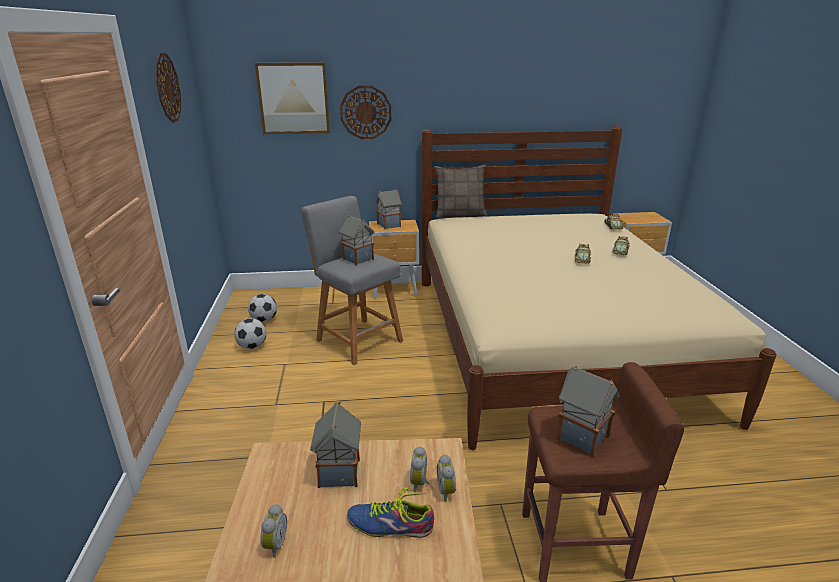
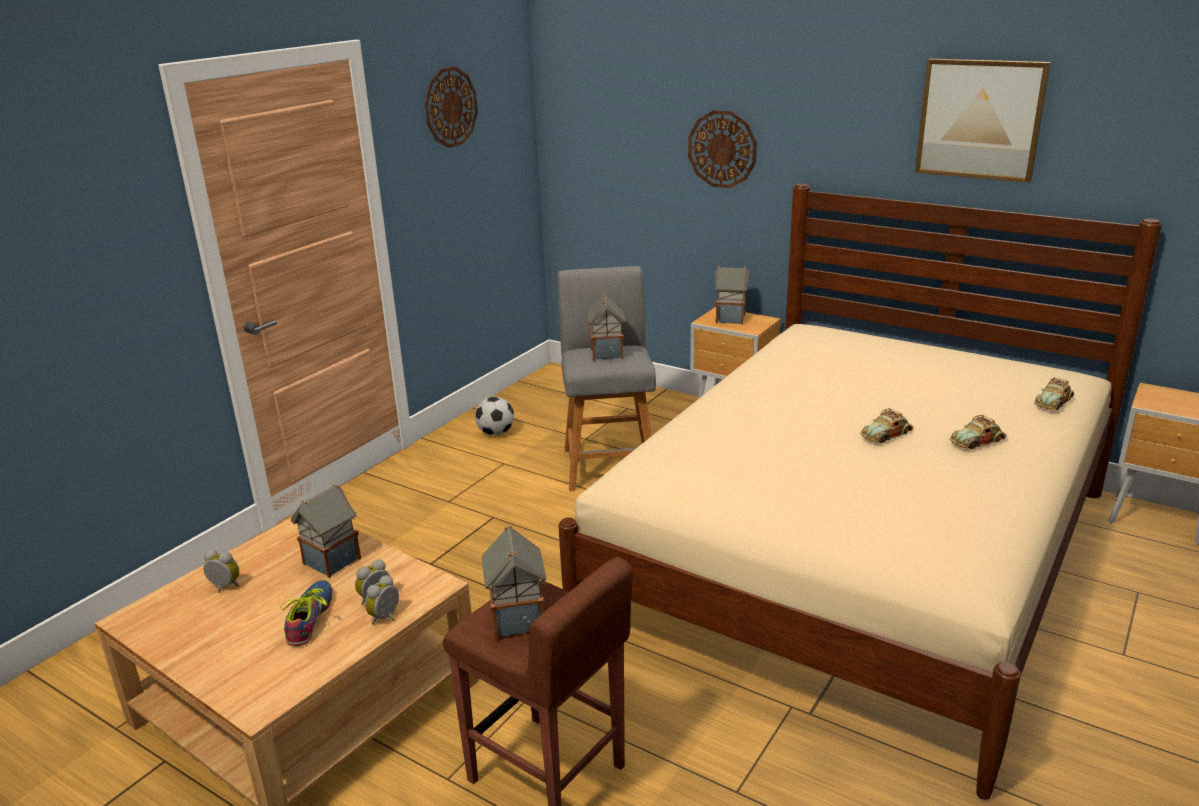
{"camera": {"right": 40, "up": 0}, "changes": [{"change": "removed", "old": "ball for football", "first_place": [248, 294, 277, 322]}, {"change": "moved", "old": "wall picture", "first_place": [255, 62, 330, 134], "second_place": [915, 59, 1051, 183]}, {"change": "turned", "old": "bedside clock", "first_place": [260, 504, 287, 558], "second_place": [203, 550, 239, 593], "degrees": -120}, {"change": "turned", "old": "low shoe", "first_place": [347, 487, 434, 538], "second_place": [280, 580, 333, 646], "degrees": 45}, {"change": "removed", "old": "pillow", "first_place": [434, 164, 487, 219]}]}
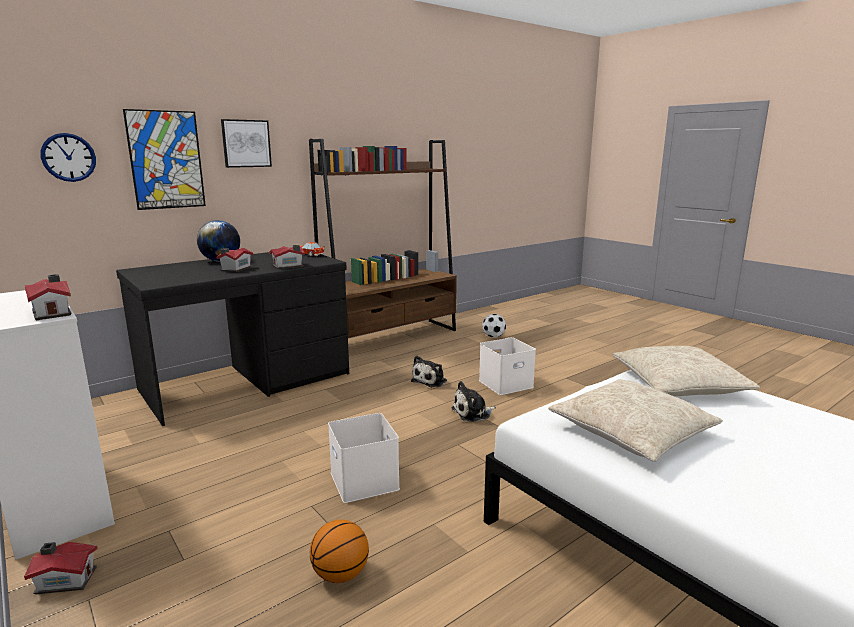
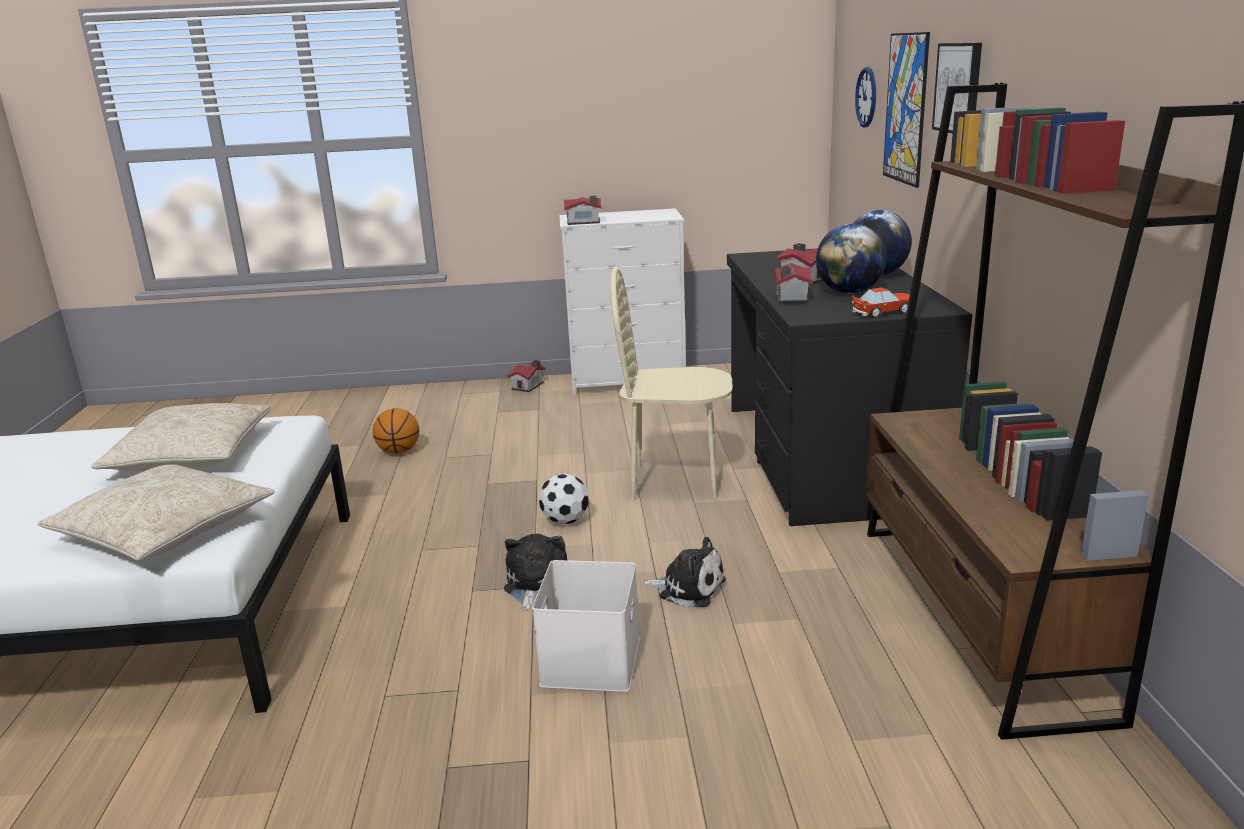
{"camera": {"right": 125, "up": 5}, "changes": [{"change": "removed", "old": "white storage bin", "first_place": [328, 413, 400, 503]}, {"change": "turned", "old": "cuddly toy", "first_place": [411, 356, 447, 387], "second_place": [642, 537, 726, 607], "degrees": 135}, {"change": "moved", "old": "ball for football", "first_place": [482, 314, 506, 338], "second_place": [539, 473, 589, 524]}, {"change": "added", "new": "sand-coloured chair", "second_place": [610, 267, 733, 500]}, {"change": "added", "new": "globe", "second_place": [816, 224, 887, 294]}]}
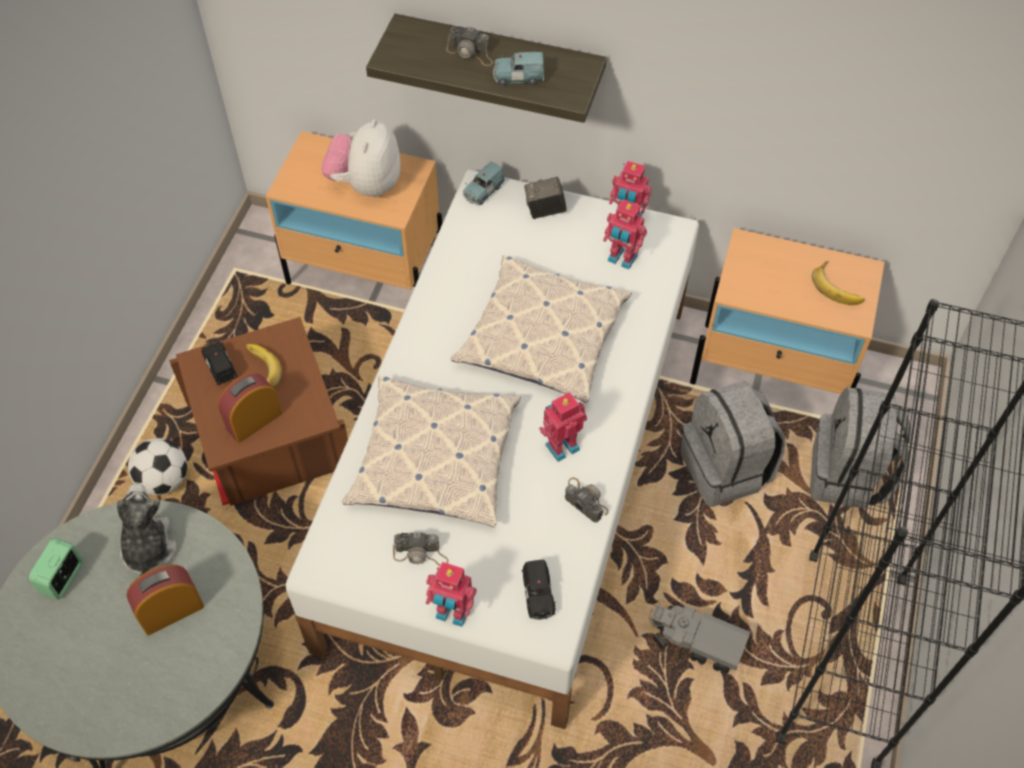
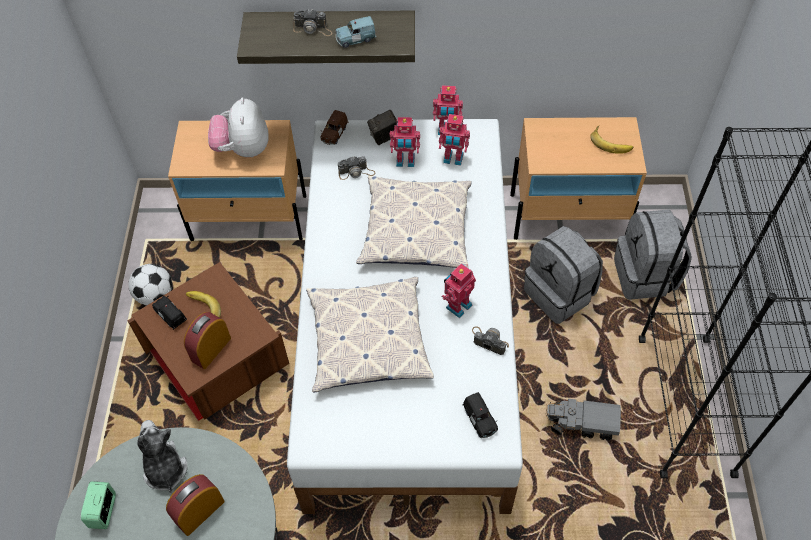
{"camera": {"right": -15, "up": 0}, "changes": [{"change": "moved", "old": "ball for football", "first_place": [128, 438, 187, 495], "second_place": [128, 264, 172, 305]}, {"change": "moved", "old": "still camera", "first_place": [393, 532, 449, 566], "second_place": [338, 156, 375, 180]}, {"change": "moved", "old": "robot figure", "first_place": [426, 562, 477, 627], "second_place": [390, 117, 420, 167]}, {"change": "recoloured", "old": "bluish miniature car", "new": "brownish miniature car", "first_place": [463, 161, 505, 205], "second_place": [320, 110, 348, 145]}]}
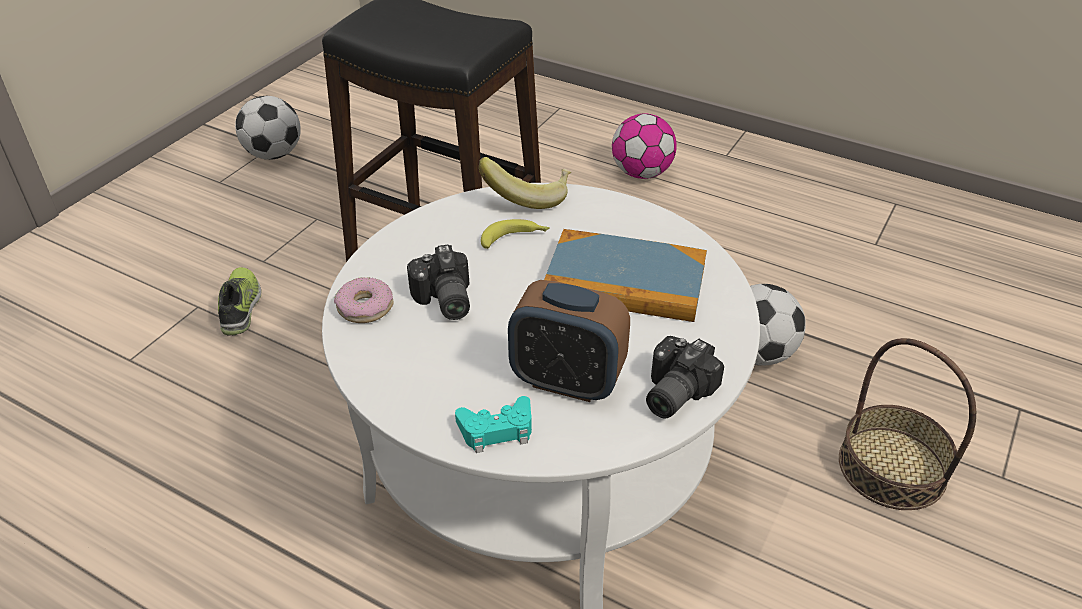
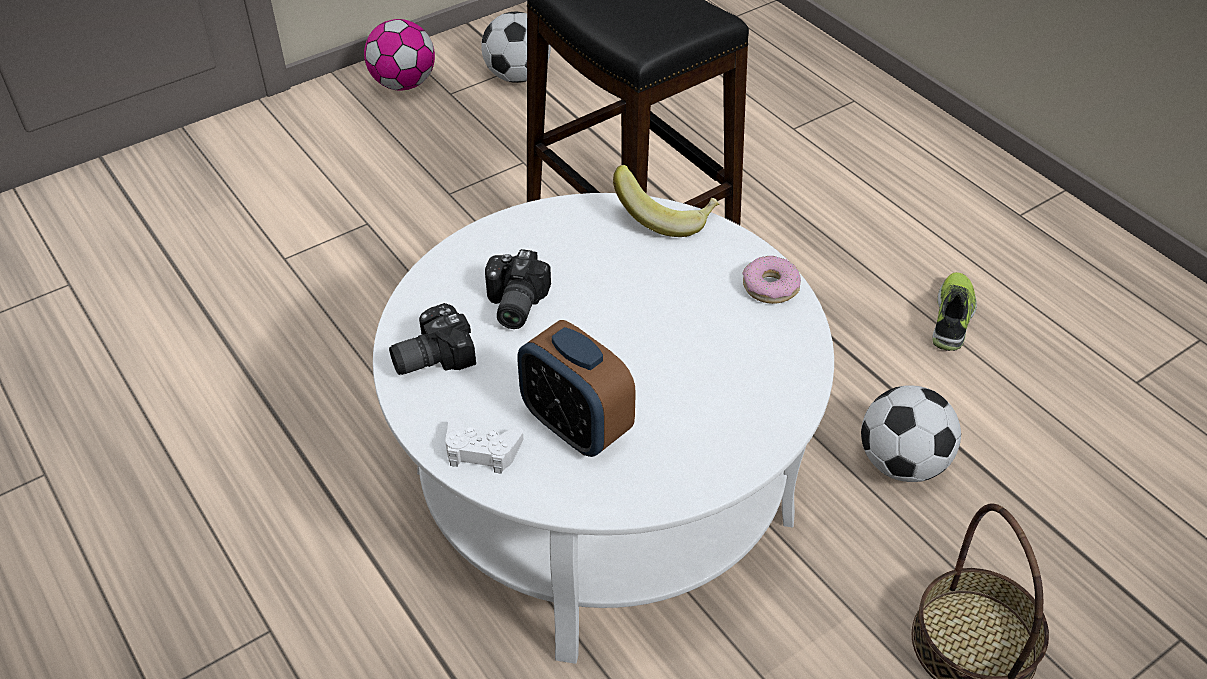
{"camera": {"right": 25, "up": 5}, "changes": [{"change": "moved", "old": "low shoe", "first_place": [218, 267, 262, 336], "second_place": [932, 272, 977, 351]}, {"change": "moved", "old": "doughnut", "first_place": [334, 277, 394, 323], "second_place": [742, 256, 801, 304]}, {"change": "recoloured", "old": "turquoise-coloured game controller", "new": "white game controller", "first_place": [455, 396, 532, 453], "second_place": [445, 418, 523, 474]}, {"change": "removed", "old": "banana", "first_place": [481, 219, 550, 249]}, {"change": "removed", "old": "volume", "first_place": [544, 229, 707, 322]}, {"change": "moved", "old": "ball for football", "first_place": [612, 114, 677, 179], "second_place": [364, 19, 435, 91]}, {"change": "moved", "old": "still camera", "first_place": [646, 336, 724, 418], "second_place": [389, 303, 476, 375]}]}
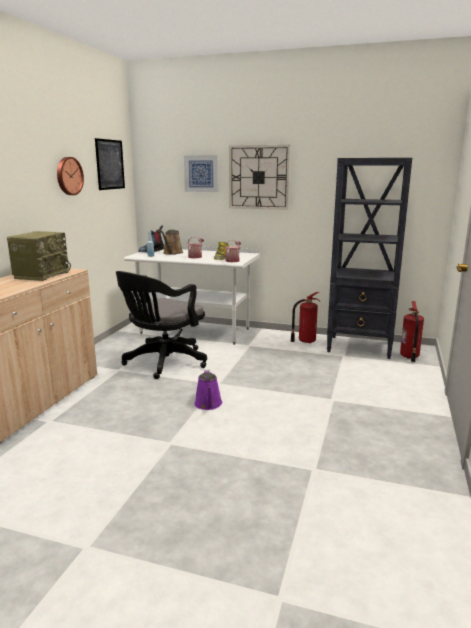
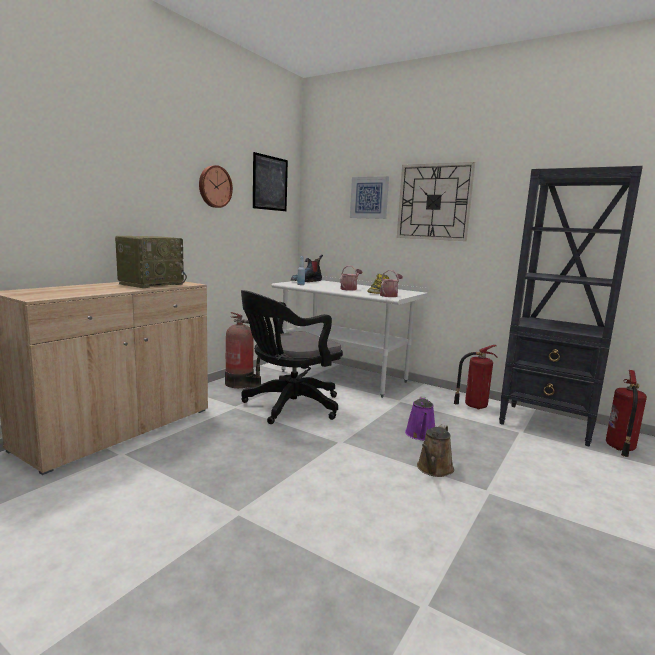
{"camera": {"right": 15, "up": -5}, "changes": [{"change": "moved", "old": "brownish sprinkling can", "first_place": [161, 230, 183, 255], "second_place": [417, 425, 454, 477]}, {"change": "moved", "old": "purple sprinkling can", "first_place": [194, 370, 222, 410], "second_place": [405, 397, 435, 440]}, {"change": "added", "new": "extinguisher", "second_place": [225, 312, 261, 388]}]}
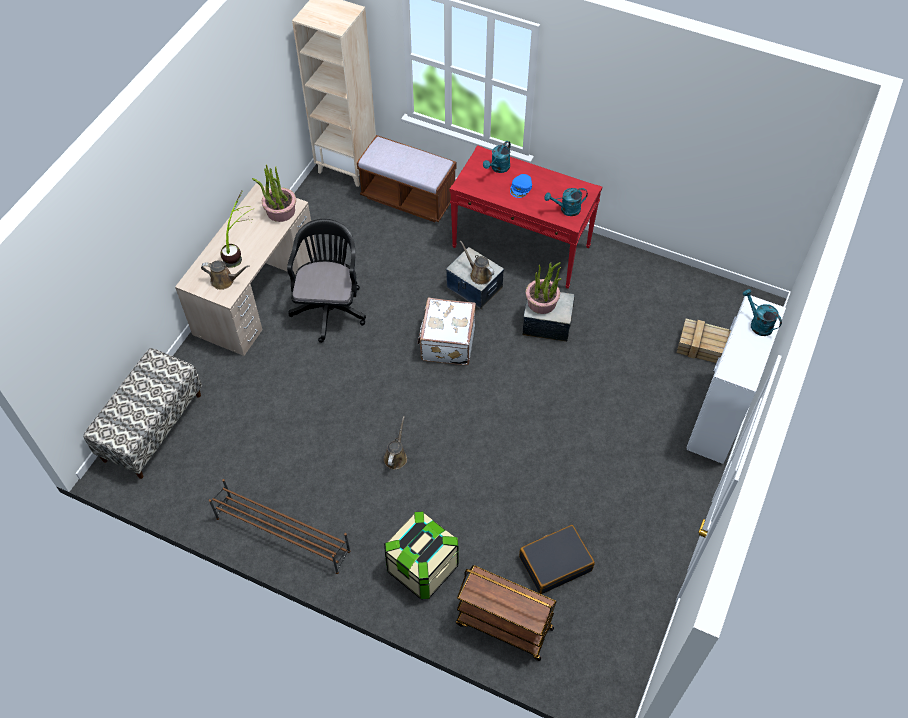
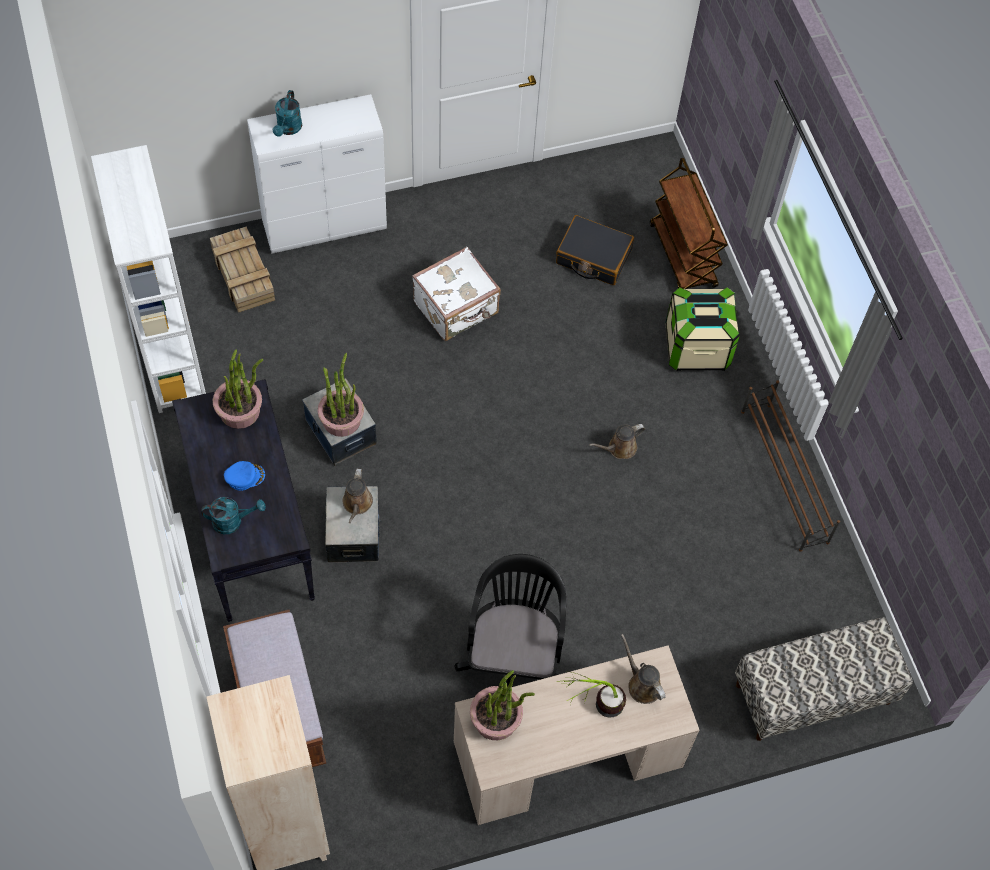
{"camera": {"right": -135, "up": 5}, "changes": [{"change": "turned", "old": "black-coloured office chair", "first_place": [287, 219, 366, 343], "second_place": [454, 554, 566, 687], "degrees": 135}, {"change": "moved", "old": "white suitcase", "first_place": [418, 298, 476, 365], "second_place": [412, 247, 501, 341]}, {"change": "recoloured", "old": "reddish hall table", "new": "black-coloured hall table", "first_place": [450, 145, 602, 289], "second_place": [172, 379, 315, 622]}, {"change": "replaced", "old": "turquoise-coloured sprinkling can", "new": "houseplant", "first_place": [545, 188, 588, 216], "second_place": [213, 349, 263, 429]}, {"change": "added", "new": "white bookcase", "second_place": [91, 145, 206, 413]}]}
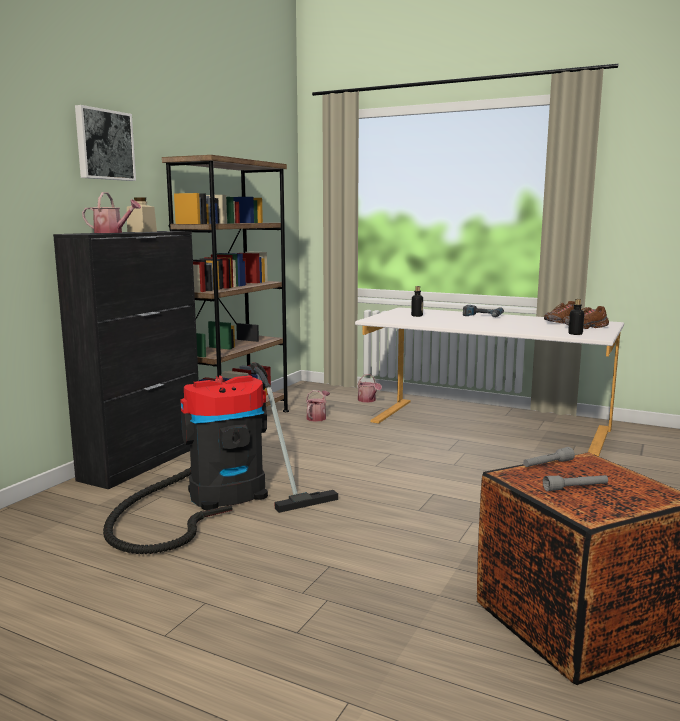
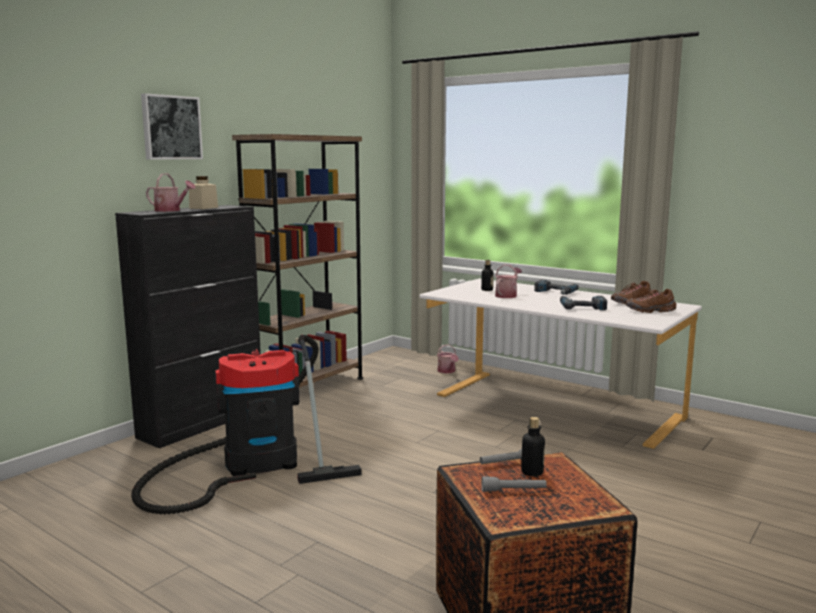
{"camera": {"right": 10, "up": 0}, "changes": [{"change": "moved", "old": "sprinkling can", "first_place": [306, 390, 330, 422], "second_place": [495, 265, 522, 298]}, {"change": "moved", "old": "drink bottle", "first_place": [568, 299, 584, 335], "second_place": [521, 417, 545, 476]}, {"change": "added", "new": "drill", "second_place": [560, 296, 607, 310]}]}
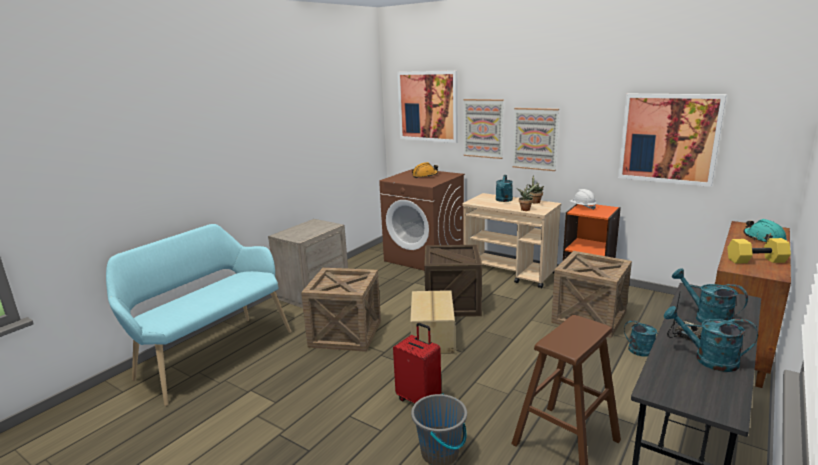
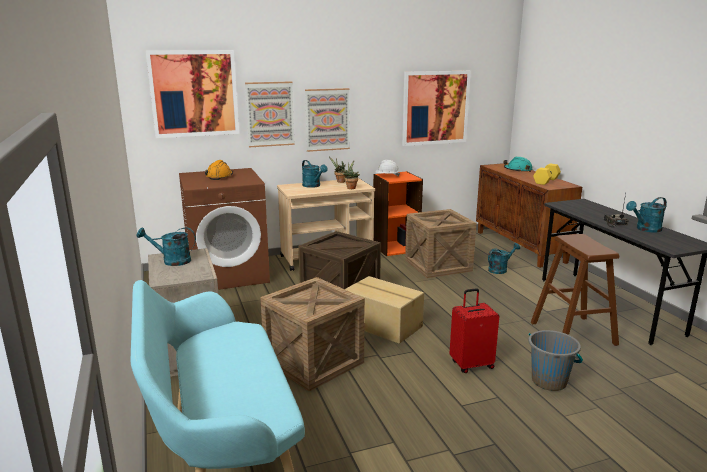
{"camera": {"right": -55, "up": 0}, "changes": [{"change": "moved", "old": "turquoise-coloured sprinkling can", "first_place": [672, 268, 748, 323], "second_place": [136, 227, 196, 266]}]}
